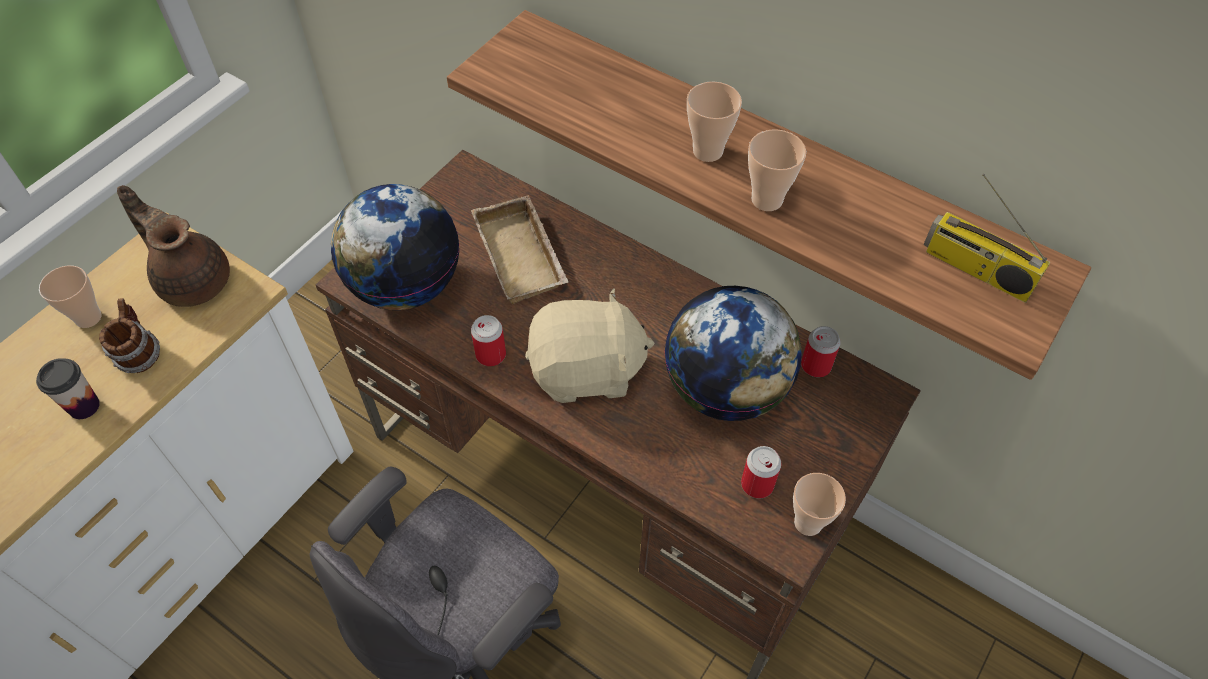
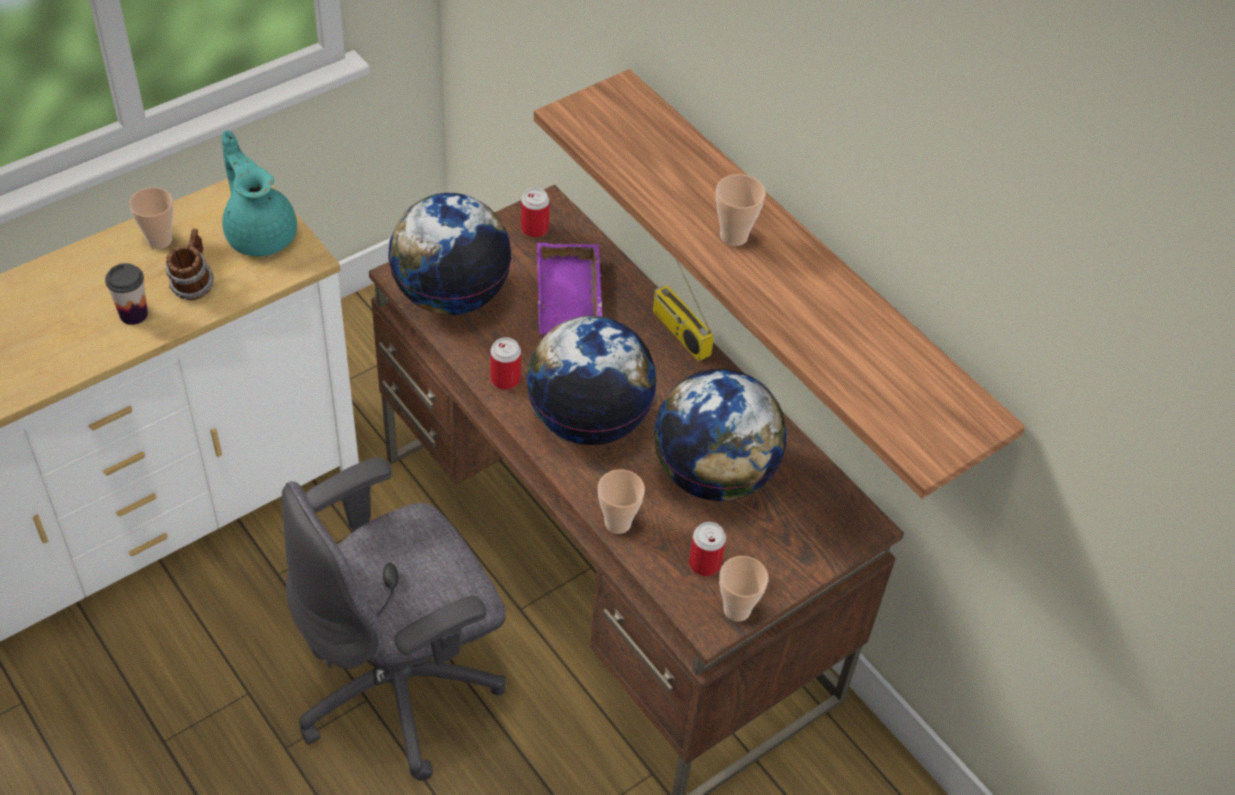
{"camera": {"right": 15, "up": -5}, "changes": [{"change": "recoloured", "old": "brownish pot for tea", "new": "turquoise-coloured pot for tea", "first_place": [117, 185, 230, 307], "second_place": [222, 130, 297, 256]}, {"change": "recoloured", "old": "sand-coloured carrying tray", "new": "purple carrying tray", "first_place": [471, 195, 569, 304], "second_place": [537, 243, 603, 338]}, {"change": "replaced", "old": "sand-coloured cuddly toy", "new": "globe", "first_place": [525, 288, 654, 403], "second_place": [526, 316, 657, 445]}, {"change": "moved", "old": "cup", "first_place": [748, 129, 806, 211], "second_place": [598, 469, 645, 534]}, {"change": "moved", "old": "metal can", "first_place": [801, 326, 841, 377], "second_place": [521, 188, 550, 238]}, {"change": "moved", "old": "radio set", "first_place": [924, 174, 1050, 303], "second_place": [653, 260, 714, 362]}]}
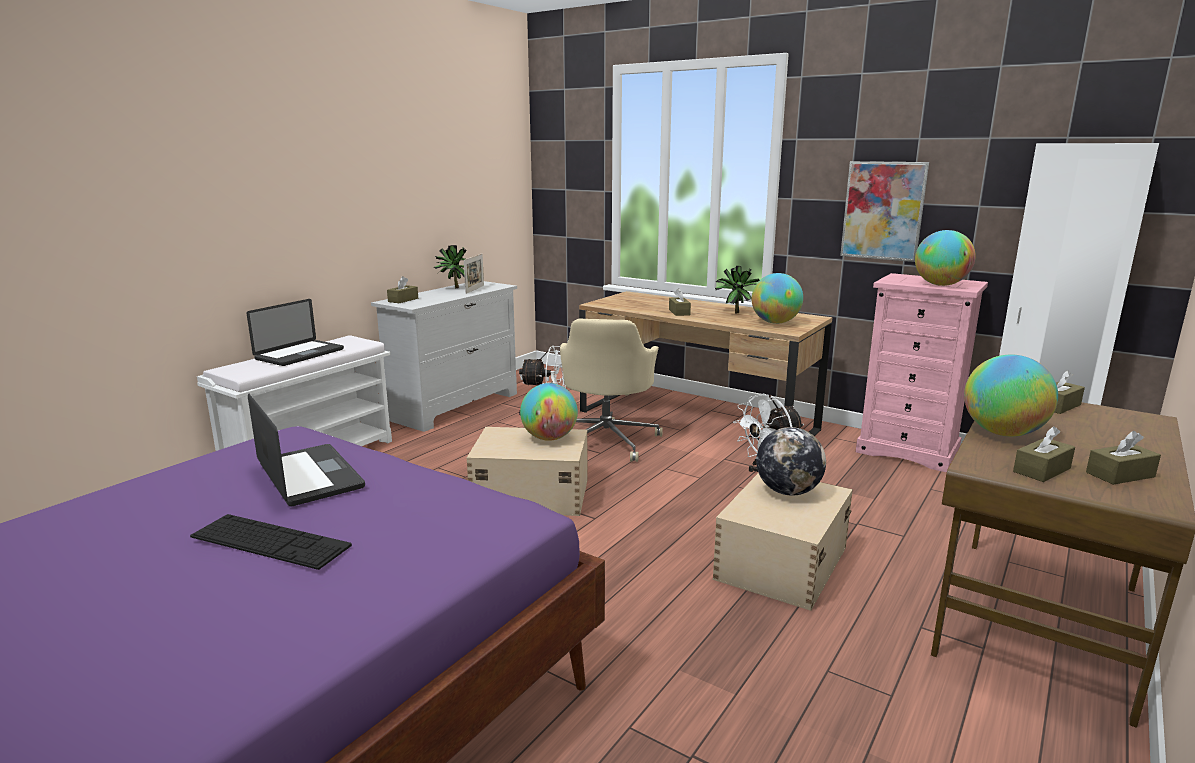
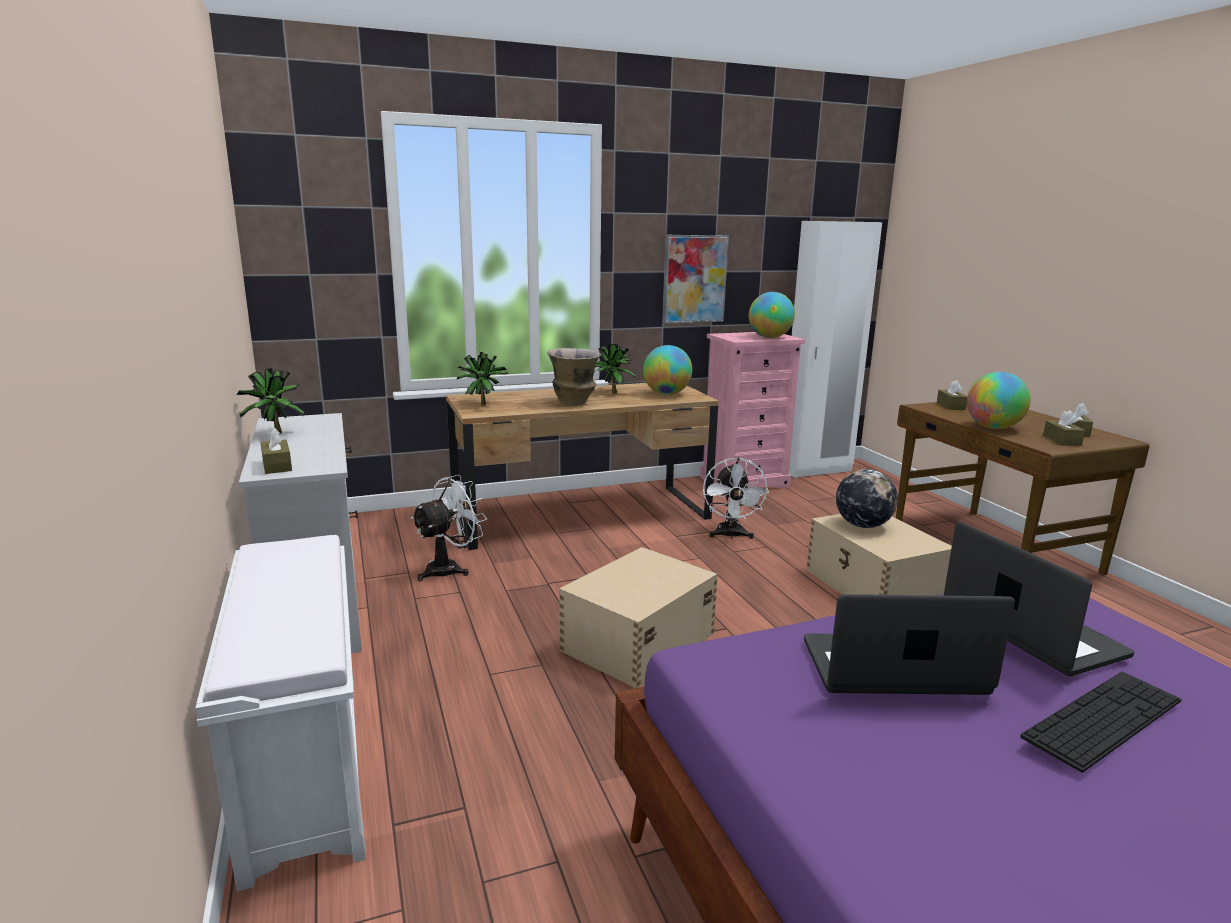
{"camera": {"right": -55, "up": 0}, "changes": [{"change": "moved", "old": "laptop", "first_place": [247, 299, 344, 366], "second_place": [944, 521, 1134, 676]}, {"change": "removed", "old": "picture frame", "first_place": [464, 254, 484, 294]}, {"change": "removed", "old": "globe", "first_place": [520, 383, 578, 441]}, {"change": "removed", "old": "sand-coloured office chair", "first_place": [560, 319, 663, 462]}, {"change": "replaced", "old": "brownish box of tissues", "new": "flower vase", "first_place": [669, 288, 691, 316], "second_place": [547, 348, 601, 406]}, {"change": "added", "new": "houseplant", "second_place": [456, 352, 508, 405]}]}
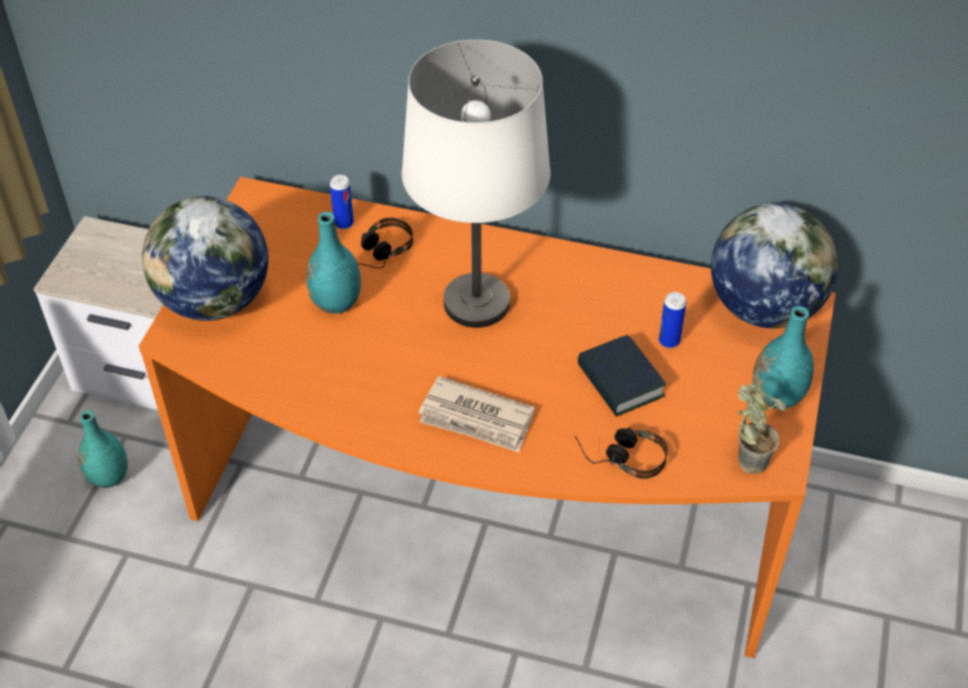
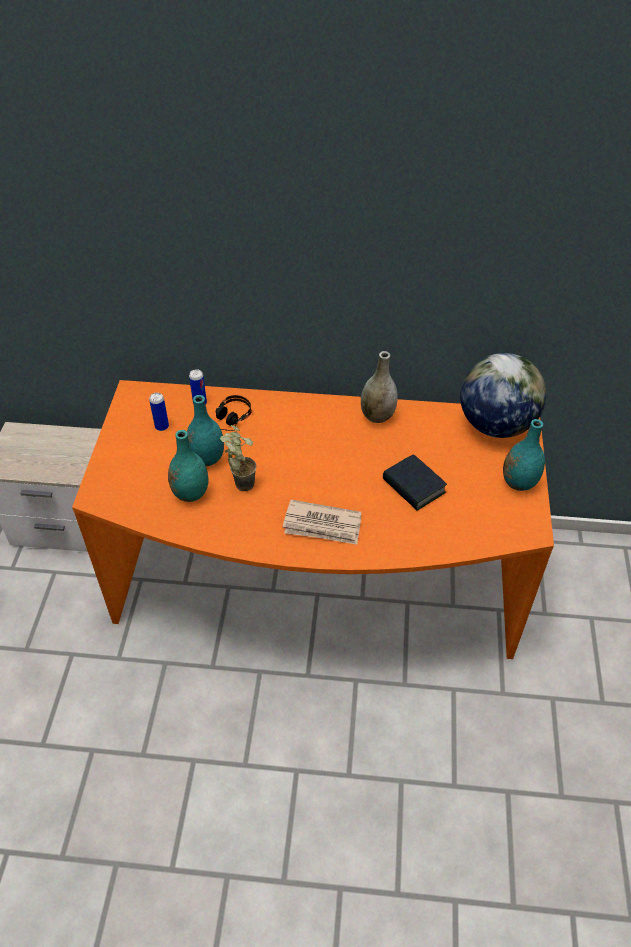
{"camera": {"right": -10, "up": 0}, "changes": [{"change": "moved", "old": "turquoise-coloured flower vase", "first_place": [78, 410, 128, 488], "second_place": [168, 430, 208, 502]}, {"change": "removed", "old": "globe", "first_place": [142, 196, 268, 321]}, {"change": "removed", "old": "white tabletop lamp", "first_place": [402, 40, 551, 328]}, {"change": "removed", "old": "headset", "first_place": [575, 427, 668, 479]}, {"change": "moved", "old": "metal can", "first_place": [659, 292, 686, 348], "second_place": [149, 393, 169, 431]}, {"change": "moved", "old": "houseplant", "first_place": [737, 374, 786, 474], "second_place": [220, 425, 256, 491]}, {"change": "added", "new": "grey flower vase", "second_place": [361, 351, 398, 423]}]}
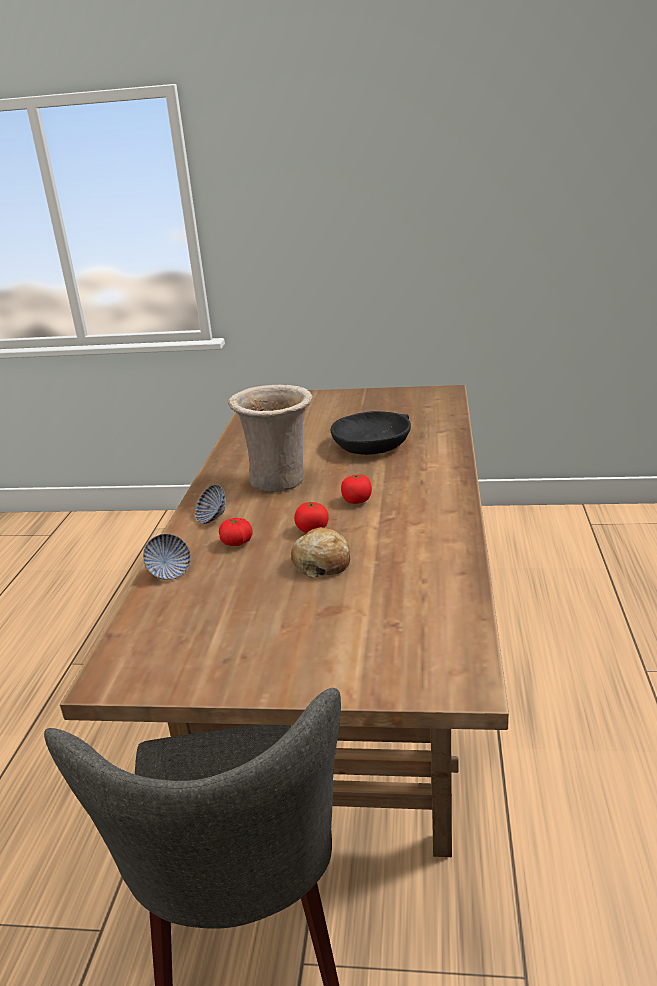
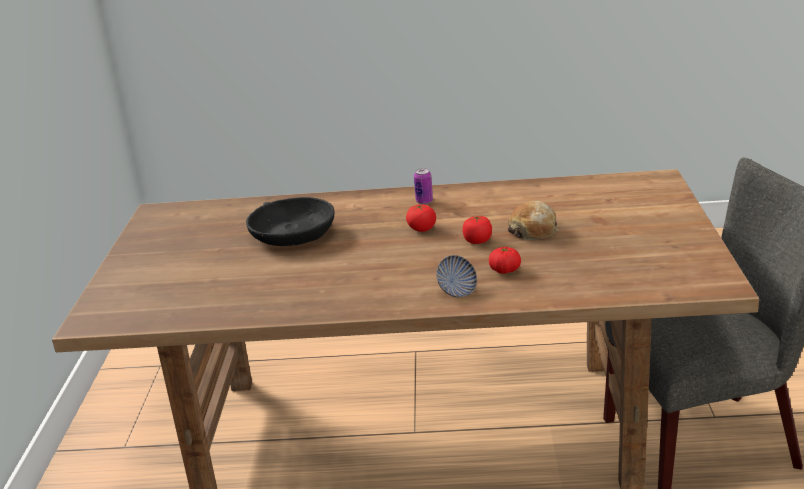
{"camera": {"right": -95, "up": 0}, "changes": [{"change": "removed", "old": "serving bowl", "first_place": [143, 534, 191, 580]}, {"change": "removed", "old": "sand-coloured flower vase", "first_place": [228, 385, 312, 492]}, {"change": "added", "new": "metal can", "second_place": [414, 168, 433, 204]}]}
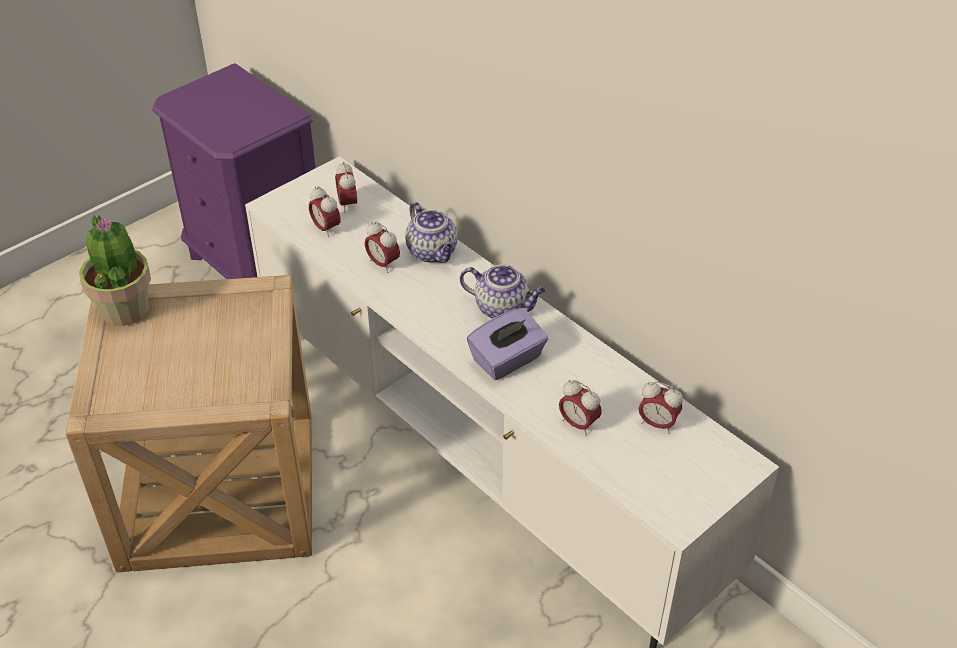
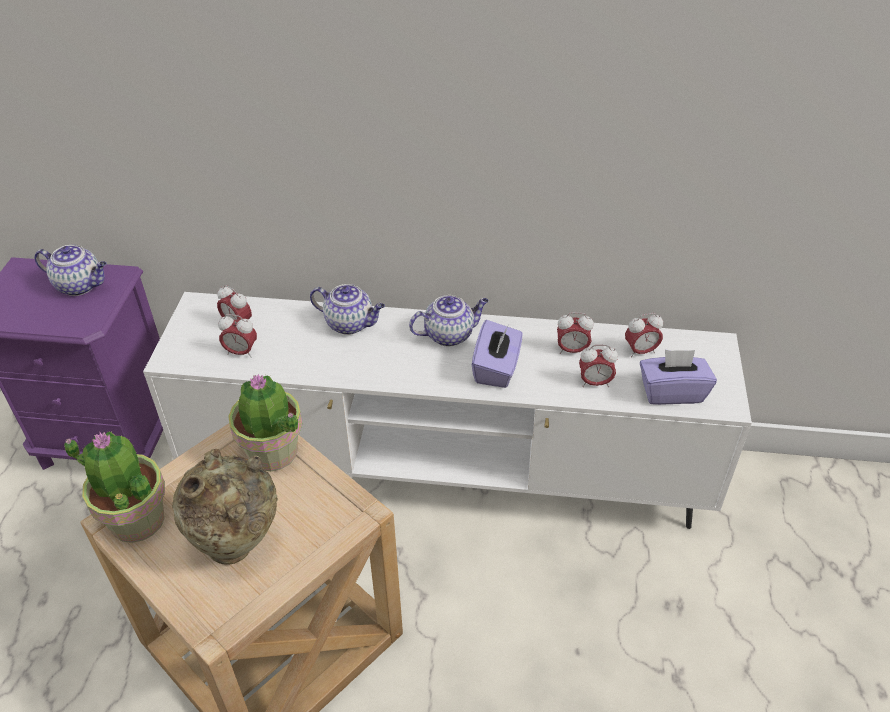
{"camera": {"right": -40, "up": 0}, "changes": [{"change": "moved", "old": "bedside clock", "first_place": [365, 221, 400, 273], "second_place": [557, 312, 594, 354]}, {"change": "added", "new": "pot for tea", "second_place": [35, 245, 107, 296]}, {"change": "added", "new": "sand-coloured flower vase", "second_place": [172, 449, 278, 565]}, {"change": "added", "new": "houseplant", "second_place": [228, 374, 302, 471]}, {"change": "added", "new": "purple box of tissues", "second_place": [640, 350, 717, 405]}]}
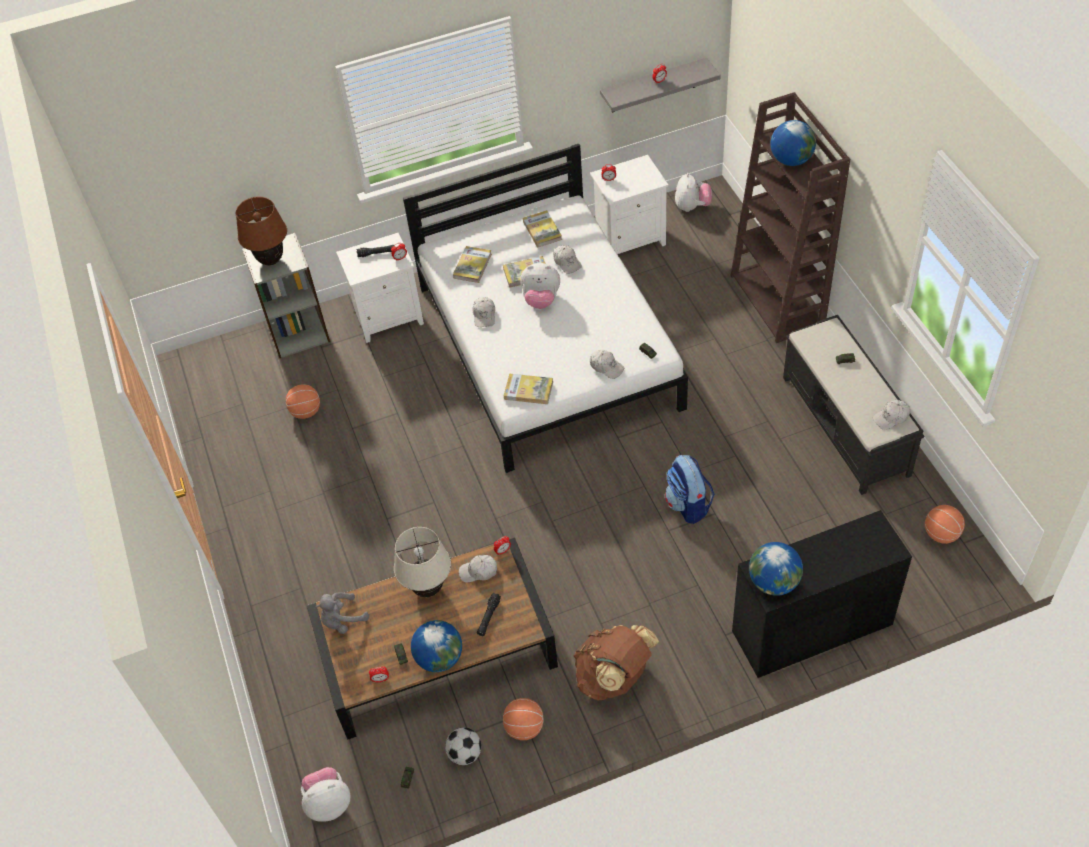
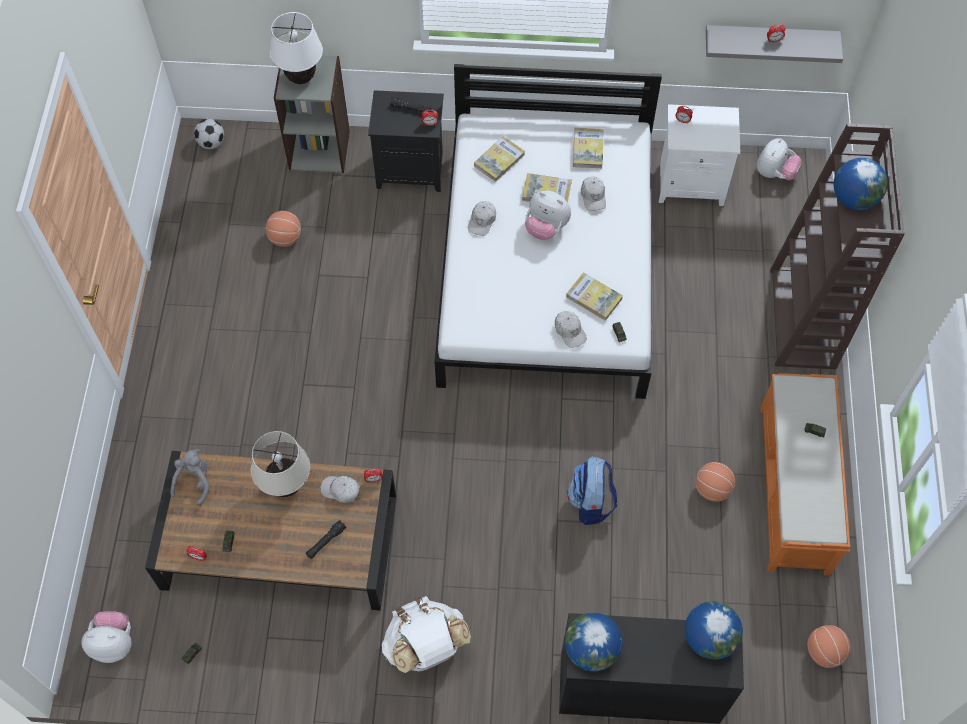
{"camera": {"right": 20, "up": 10}, "changes": [{"change": "recoloured", "old": "brownish tabletop lamp", "new": "white tabletop lamp", "first_place": [236, 197, 287, 265], "second_place": [270, 12, 323, 84]}, {"change": "turned", "old": "grey cuddly toy", "first_place": [316, 592, 369, 634], "second_place": [170, 449, 210, 506], "degrees": 120}, {"change": "recoloured", "old": "white bedside table", "new": "black-coloured bedside table", "first_place": [336, 233, 424, 343], "second_place": [368, 90, 444, 192]}, {"change": "moved", "old": "globe", "first_place": [411, 620, 462, 672], "second_place": [685, 601, 743, 660]}, {"change": "moved", "old": "ball for football", "first_place": [445, 727, 481, 765], "second_place": [194, 119, 224, 149]}, {"change": "moved", "old": "basketball ball", "first_place": [503, 698, 544, 740], "second_place": [695, 462, 735, 502]}, {"change": "moved", "old": "volume", "first_place": [504, 374, 553, 404], "second_place": [566, 272, 623, 321]}, {"change": "recoloured", "old": "brownish rucksack", "new": "white rucksack", "first_place": [573, 625, 659, 700], "second_place": [382, 596, 471, 673]}, {"change": "recoloured", "old": "black-coloured indoor bench", "new": "orange indoor bench", "first_place": [783, 315, 924, 495], "second_place": [760, 373, 850, 575]}, {"change": "removed", "old": "white baseball cap", "first_place": [873, 400, 910, 430]}]}
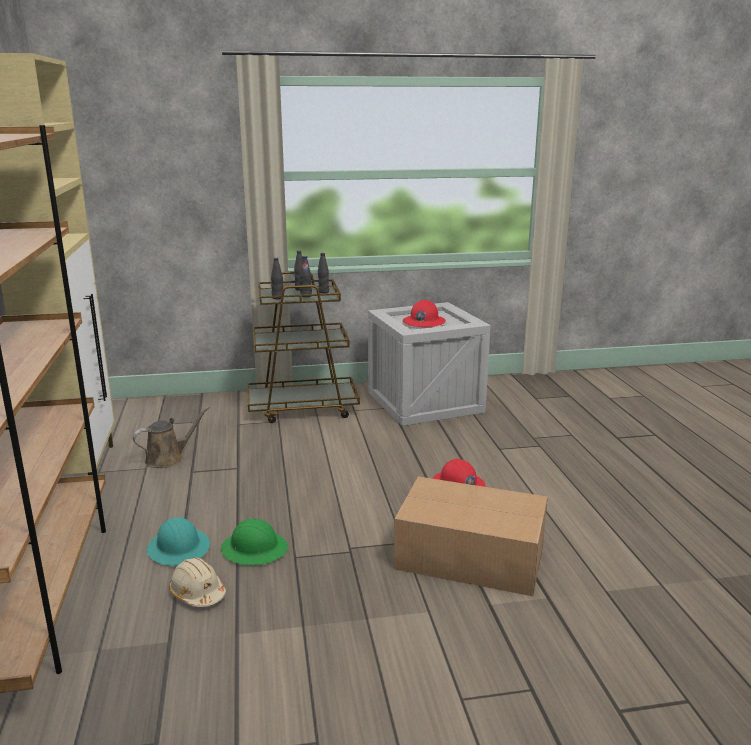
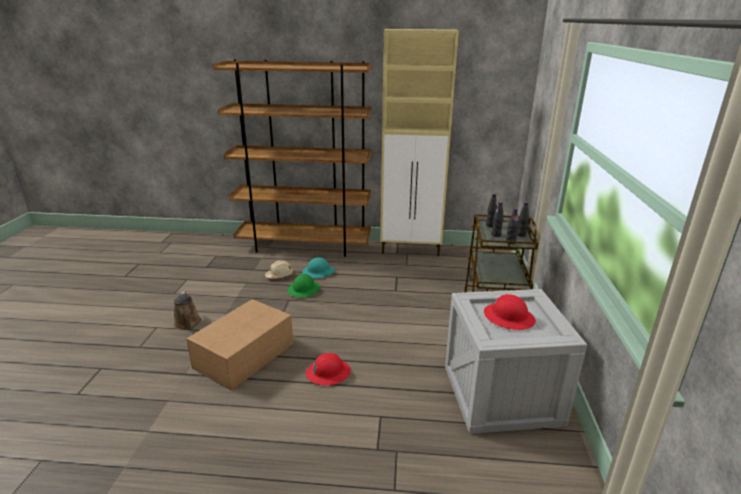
{"camera": {"right": 105, "up": 5}, "changes": [{"change": "moved", "old": "brownish sprinkling can", "first_place": [133, 406, 210, 468], "second_place": [174, 291, 201, 330]}]}
